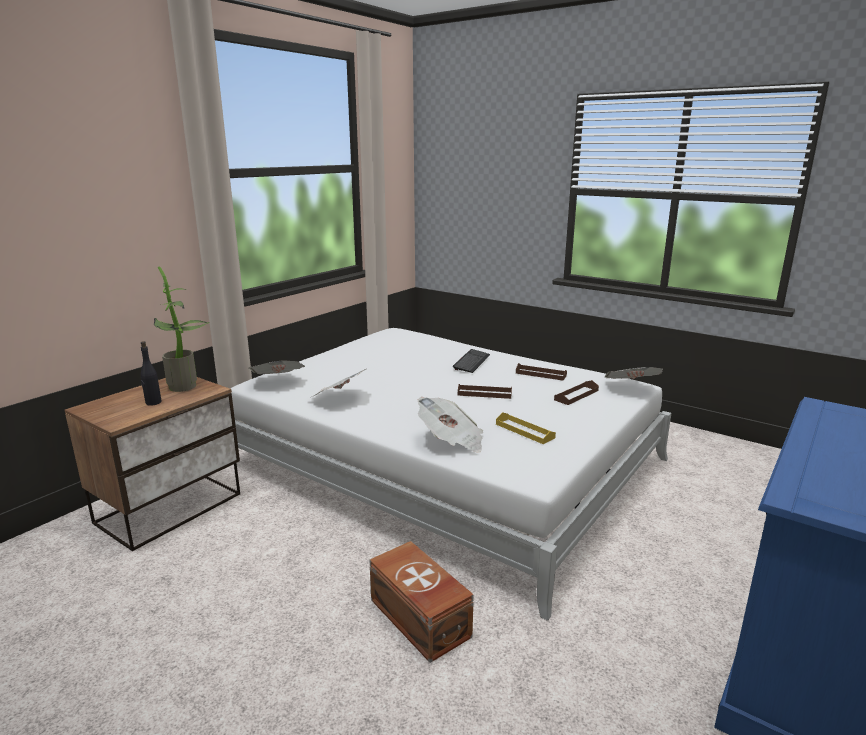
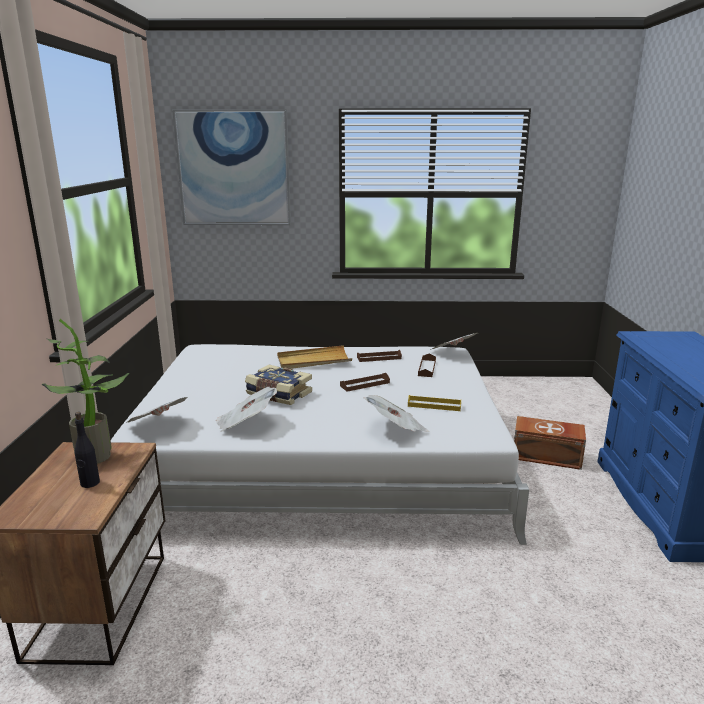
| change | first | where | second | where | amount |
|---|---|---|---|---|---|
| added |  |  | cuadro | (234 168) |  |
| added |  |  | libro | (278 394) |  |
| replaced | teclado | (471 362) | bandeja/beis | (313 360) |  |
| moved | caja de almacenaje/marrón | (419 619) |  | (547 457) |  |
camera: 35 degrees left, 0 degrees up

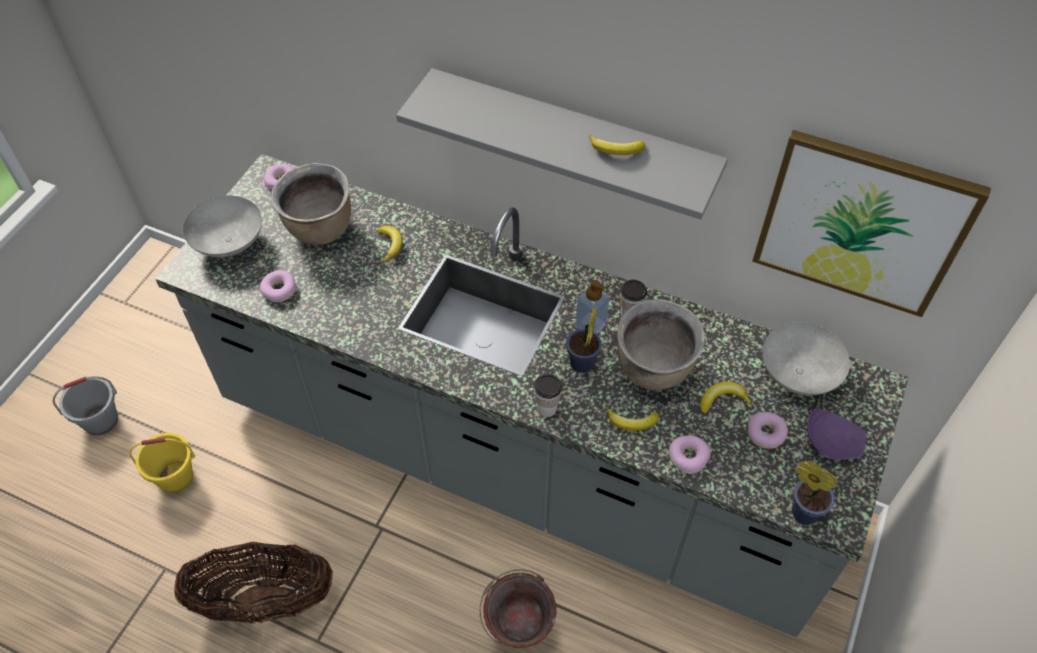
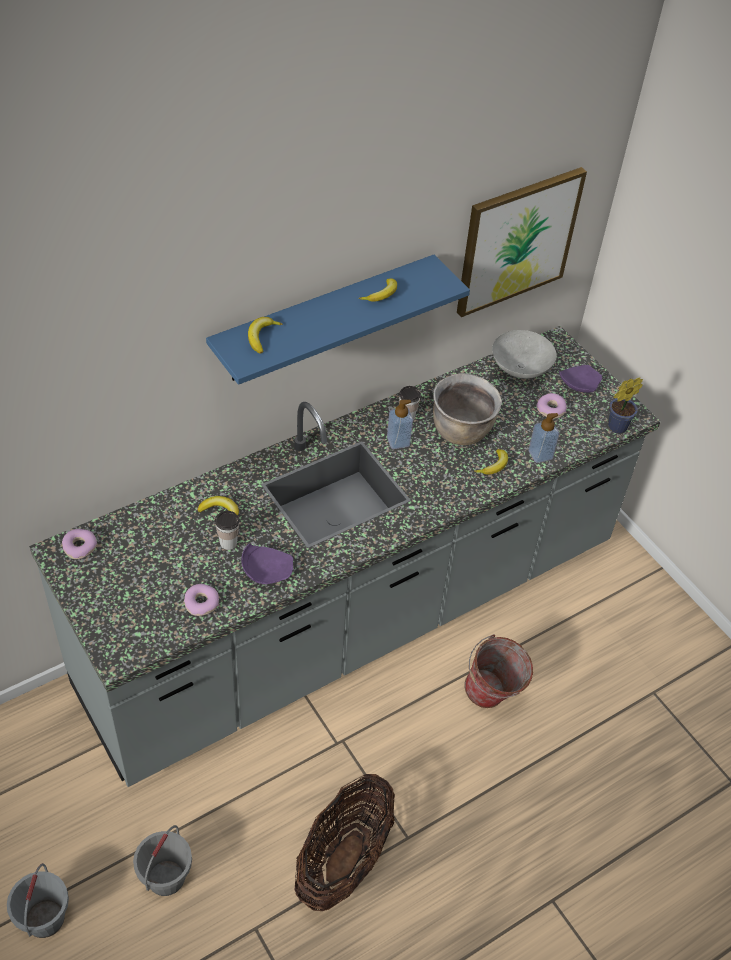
| change | first | where | second | where | amount |
|---|---|---|---|---|---|
| recoloured | cubo/amarillo | (176 477) | cubo/gris | (166 877) |  |
| recoloured | estante/gris | (572 141) | estante/azul | (324 319) |  |
| moved | taza | (547 408) |  | (228 543) |  |
| added |  |  | plato/morado | (266 570) |  |
| moved | plátano | (722 400) |  | (261 337) |  |
| replaced | rosquilla | (687 457) | dispensador de jabón | (540 455) |  |
| removed | cuenco/gris | (228 243) |  |  |  |
| removed | olla/marrón | (320 229) |  |  |  |
| removed | planta en maceta | (581 366) |  |  |  |
camera: 60 degrees left, 5 degrees down

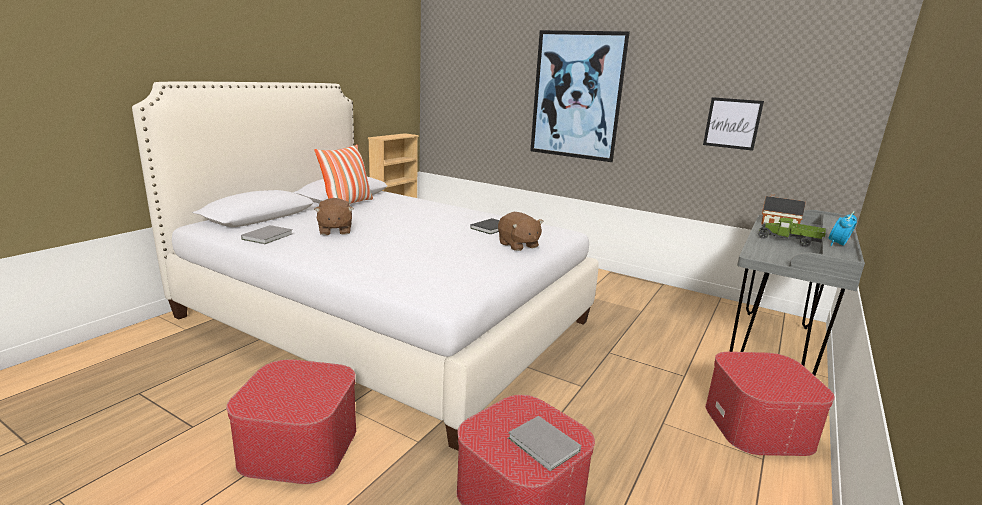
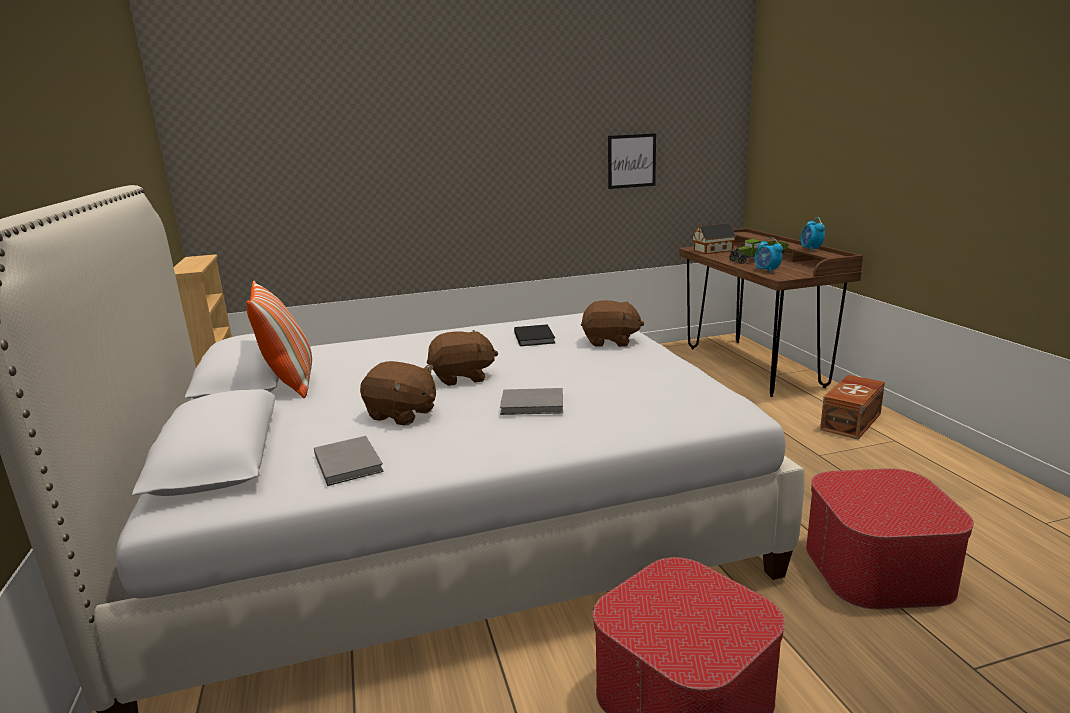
| change | first | where | second | where | amount |
|---|---|---|---|---|---|
| added |  |  | peluche/marrón | (462 377) |  |
| moved | libro/gris | (544 446) |  | (534 405) |  |
| recoloured | escritorio/gris | (772 349) | escritorio/marrón | (753 366) |  |
| added |  |  | despertador | (767 271) |  |
| replaced | puf | (758 425) | caja de almacenaje/marrón | (852 421) |  |
| removed | cuadro | (576 96) |  |  |  |
camera: 45 degrees left, 0 degrees up

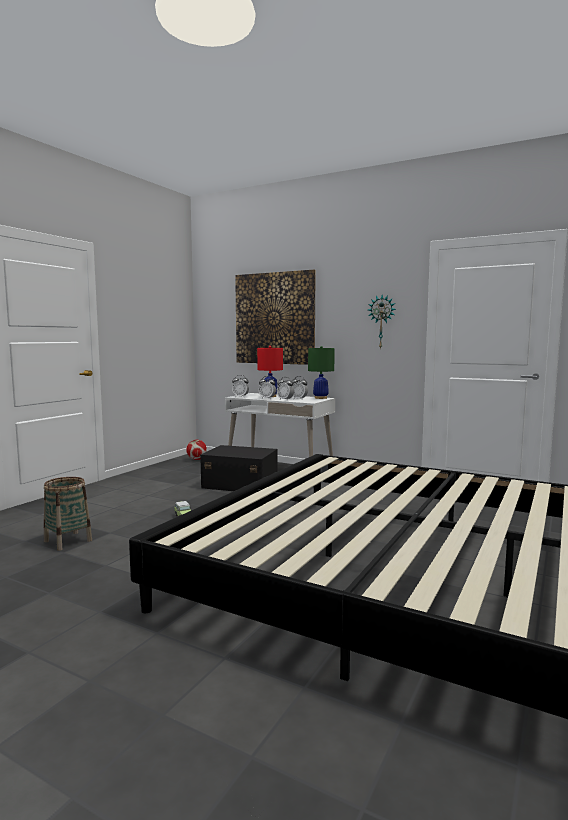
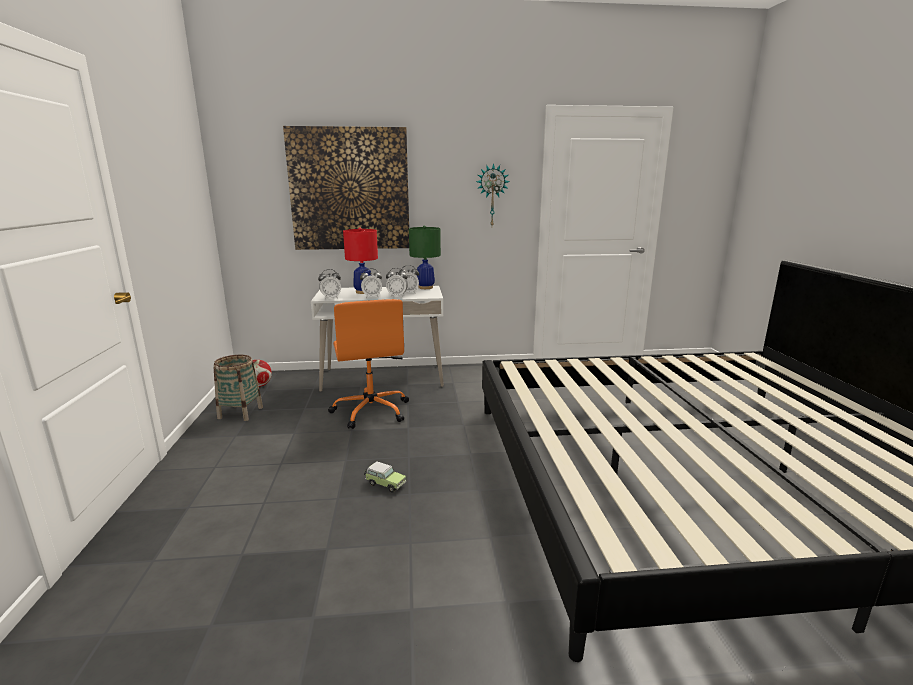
| change | first | where | second | where | amount |
|---|---|---|---|---|---|
| moved | cesta | (68 541) |  | (240 413) |  |
| replaced | caja de almacenaje/negro | (239 484) | silla de oficina/naranja | (371 411) |  |
camera: 35 degrees left, 10 degrees up

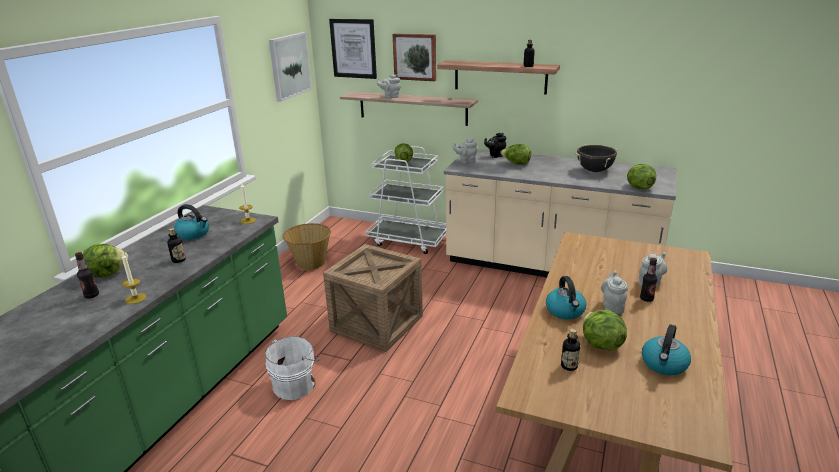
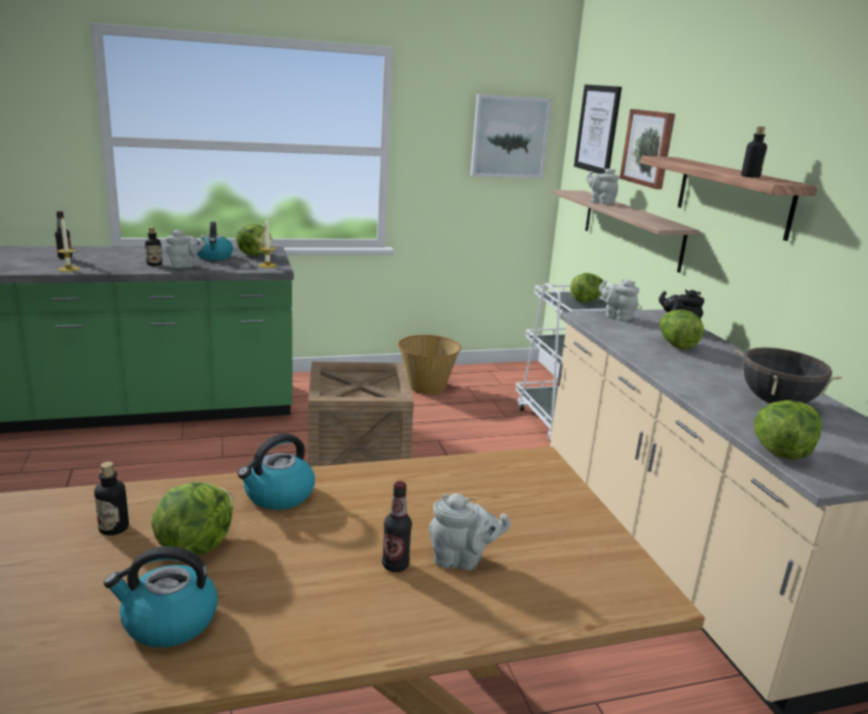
| change | first | where | second | where | amount |
|---|---|---|---|---|---|
| moved | tetera/gris | (612 306) |  | (185 266) |  |
| moved | lechuga | (107 273) |  | (255 254) |  |
| removed | cubo/blanco | (296 384) |  |  |  |
camera: 50 degrees right, 5 degrees down

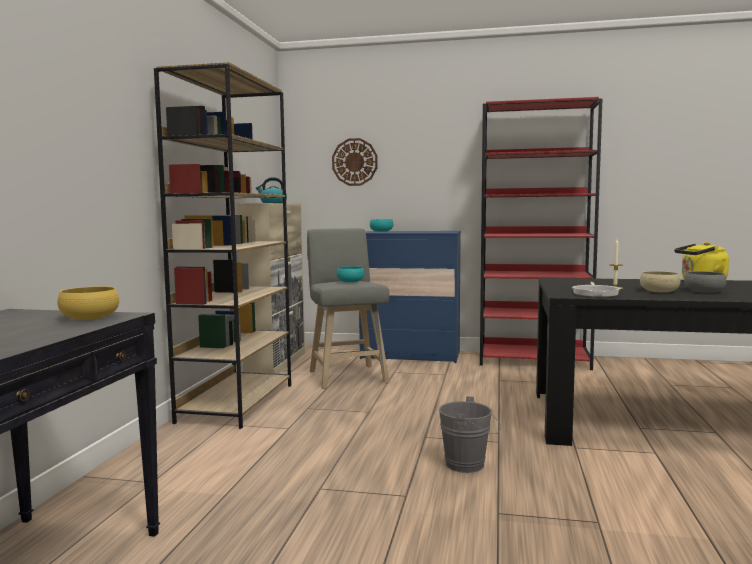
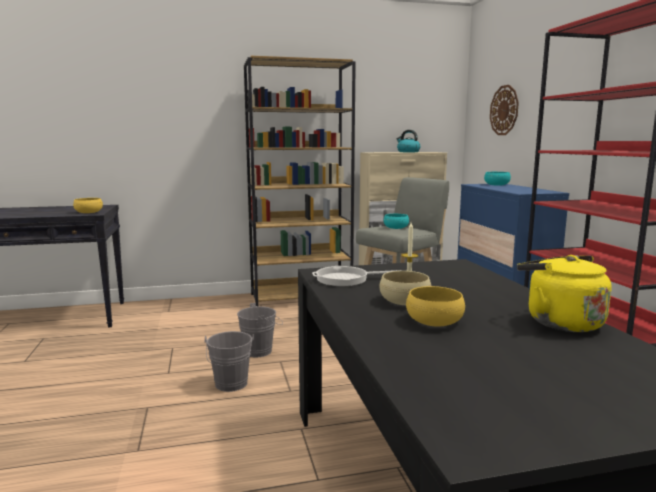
| change | first | where | second | where | amount |
|---|---|---|---|---|---|
| added |  |  | cubo/gris | (261 351) |  |
| recoloured | cuenco/gris | (704 291) | cuenco/amarillo | (434 321) |  |
camera: 65 degrees right, 5 degrees up

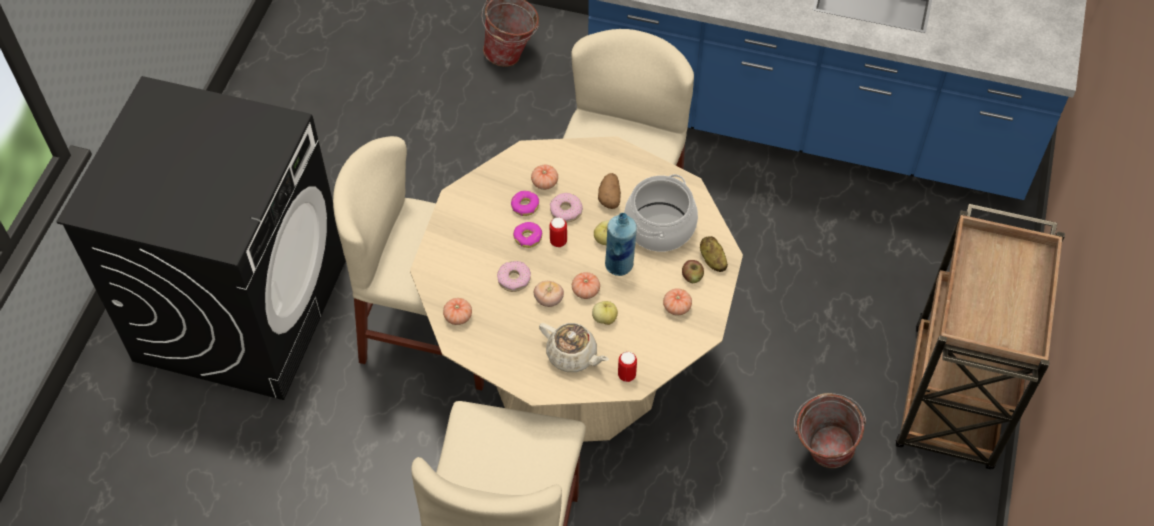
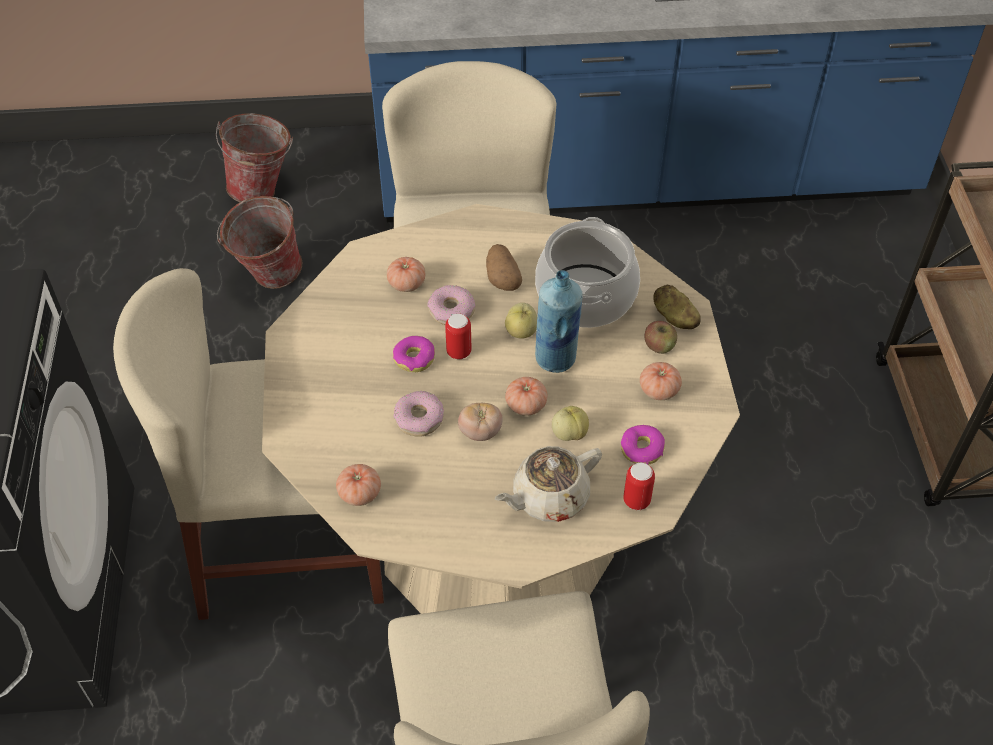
| change | first | where | second | where | amount |
|---|---|---|---|---|---|
| moved | cubo | (820 453) |  | (267 278) |  |
| turned | tetera/beis | (573 355) |  | (548 497) | 135 degrees clockwise |
| moved | rosquilla | (525 206) |  | (641 449) |  |
camera: 20 degrees left, 5 degrees down

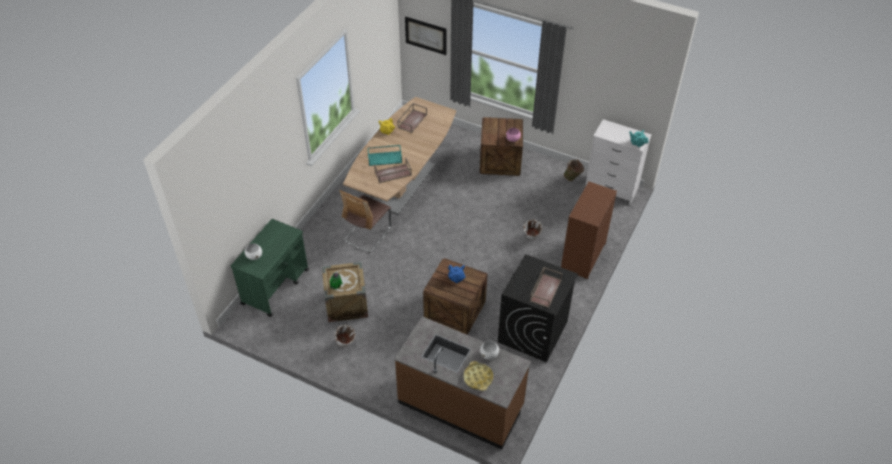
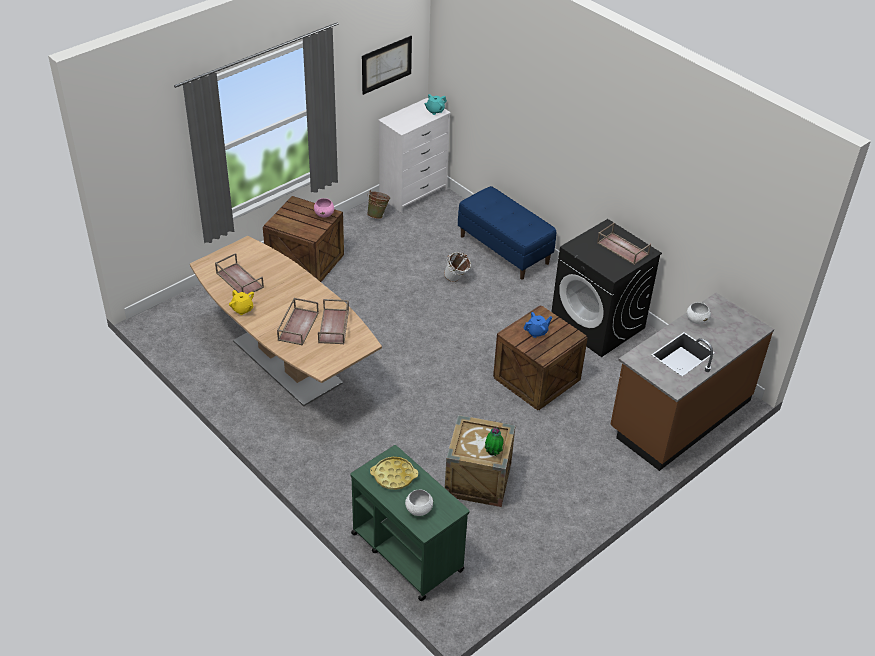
| change | first | where | second | where | amount |
|---|---|---|---|---|---|
| recoloured | bandeja/turquesa | (385 158) | bandeja/marrón | (298 325) |  |
| moved | cuadro | (425 35) |  | (386 64) |  |
| moved | bandeja/amarillo | (478 378) |  | (394 476) |  |
| replaced | cómoda/marrón | (582 256) | banco/azul | (504 249) |  |
| removed | cubo/blanco | (345 345) |  |  |  |
| removed | silla | (367 234) |  |  |  |
camera: 70 degrees left, 5 degrees down

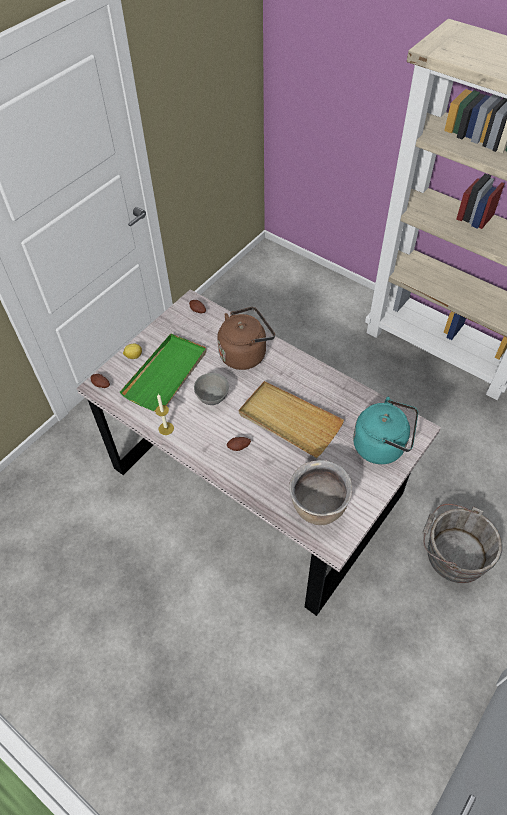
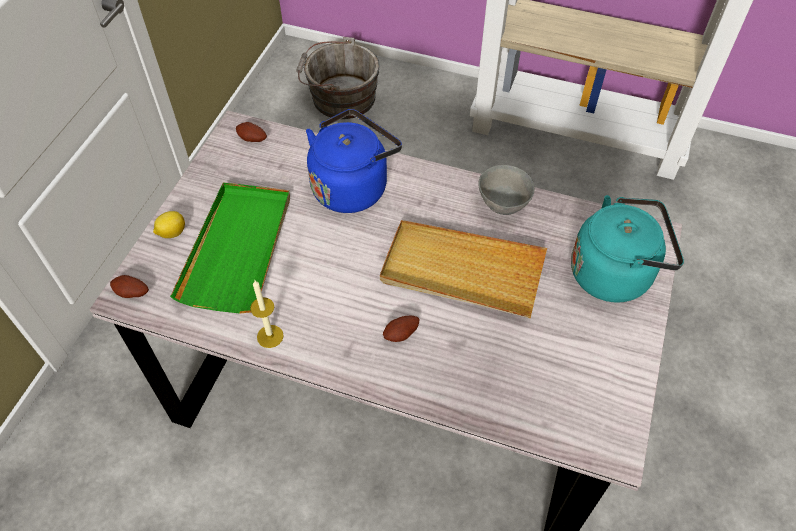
| change | first | where | second | where | amount |
|---|---|---|---|---|---|
| moved | cubo/gris | (453 553) |  | (339 97) |  |
| recoloured | hervidor/marrón | (245 353) | hervidor/azul | (352 186) |  |
| moved | cuenco/gris | (213 399) |  | (503 206) |  |
| removed | olla/marrón | (318 508) |  |  |  |
camera: 20 degrees left, 0 degrees up

